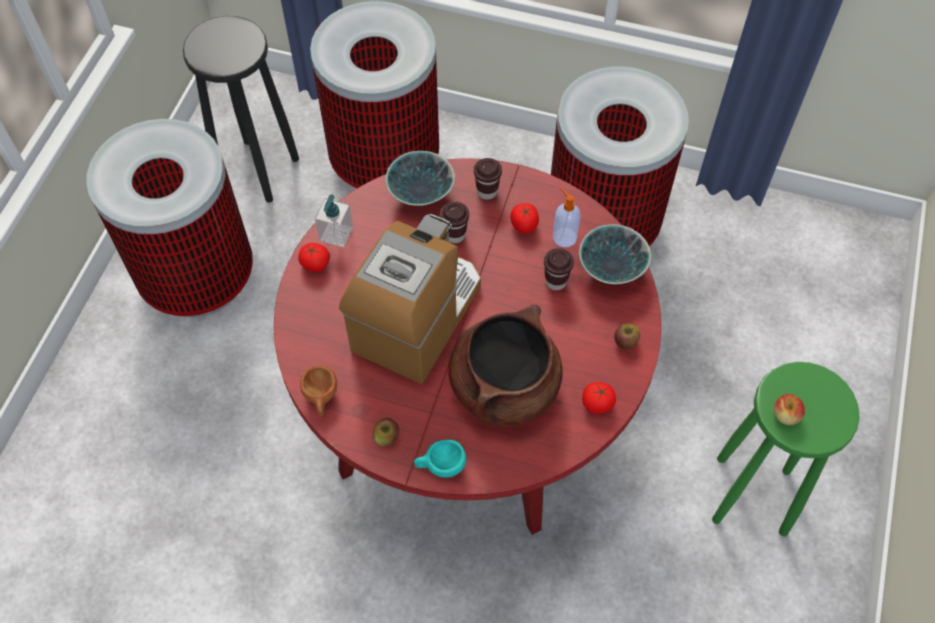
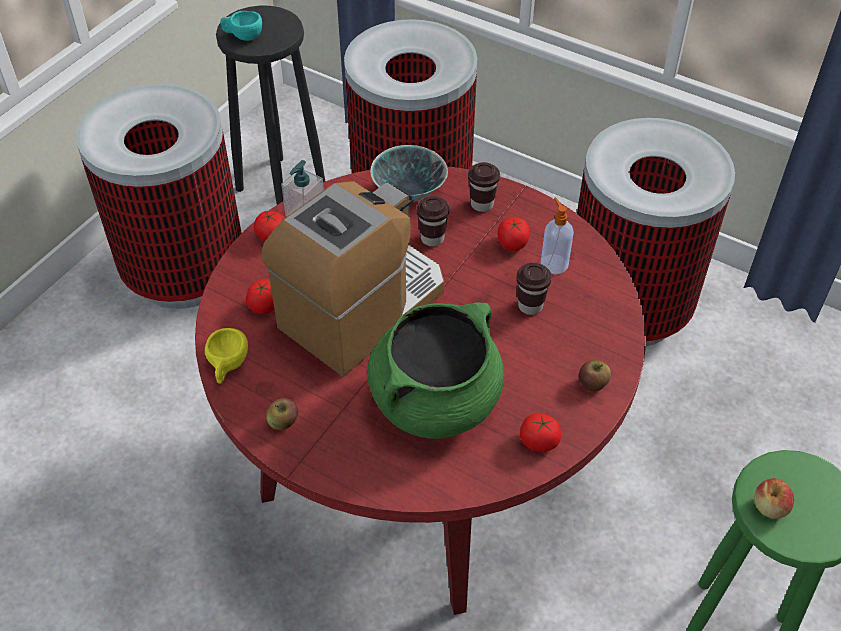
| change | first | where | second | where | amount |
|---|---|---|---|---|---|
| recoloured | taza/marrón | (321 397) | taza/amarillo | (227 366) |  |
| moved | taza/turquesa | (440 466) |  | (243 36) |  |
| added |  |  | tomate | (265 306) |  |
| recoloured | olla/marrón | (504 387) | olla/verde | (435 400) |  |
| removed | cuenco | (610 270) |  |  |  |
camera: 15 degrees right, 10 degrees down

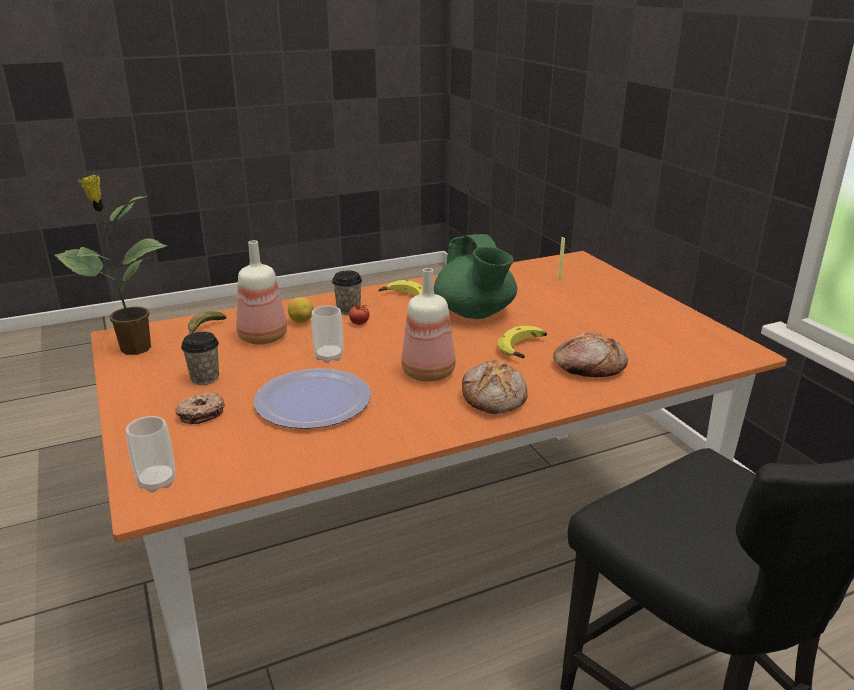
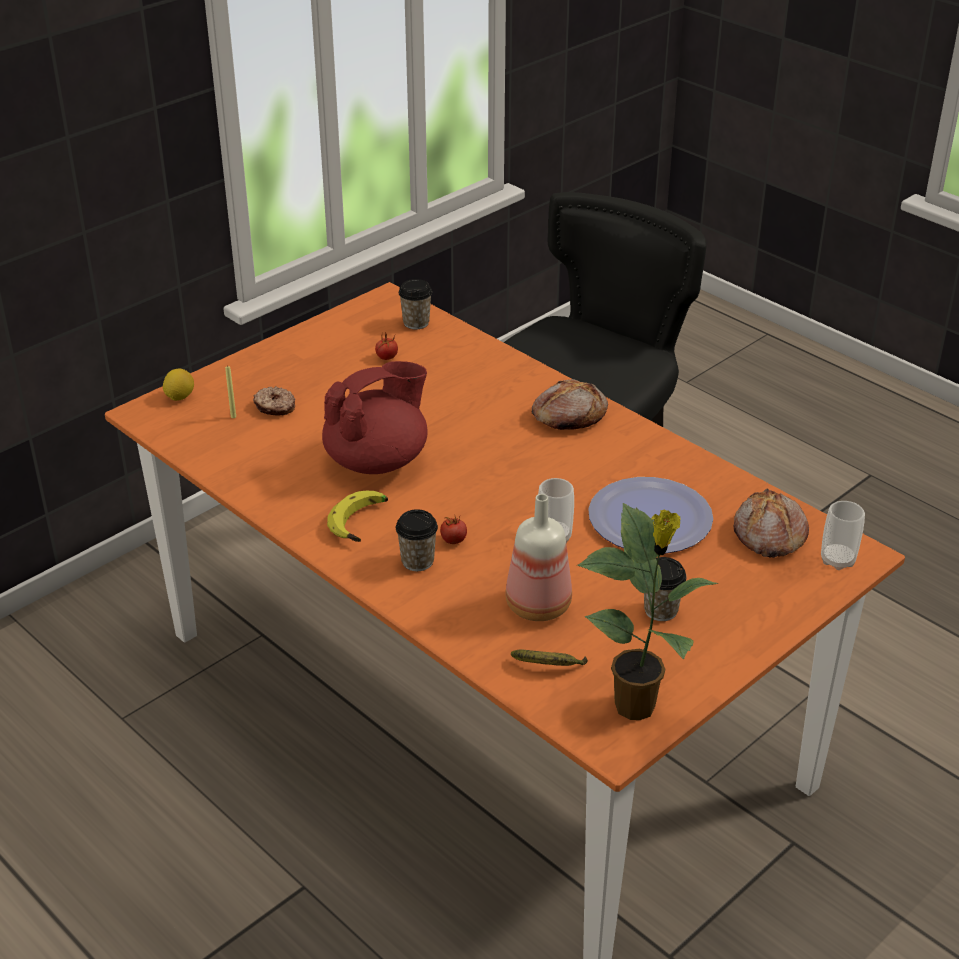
| change | first | where | second | where | amount |
|---|---|---|---|---|---|
| moved | limón | (301 321) |  | (179 397) |  |
| moved | rosquilla | (201 414) |  | (275 407) |  |
| recoloured | tetera/verde | (475 313) | tetera/rojo | (378 460) |  |
| added |  |  | tomate | (386 358) |  |
| added |  |  | taza | (416 323) |  |
| moved | pan | (588 367) |  | (768 535) |  |
| removed | botella | (429 372) |  |  |  |
| removed | plátano | (525 349) |  |  |  |
camera: 110 degrees left, 10 degrees up

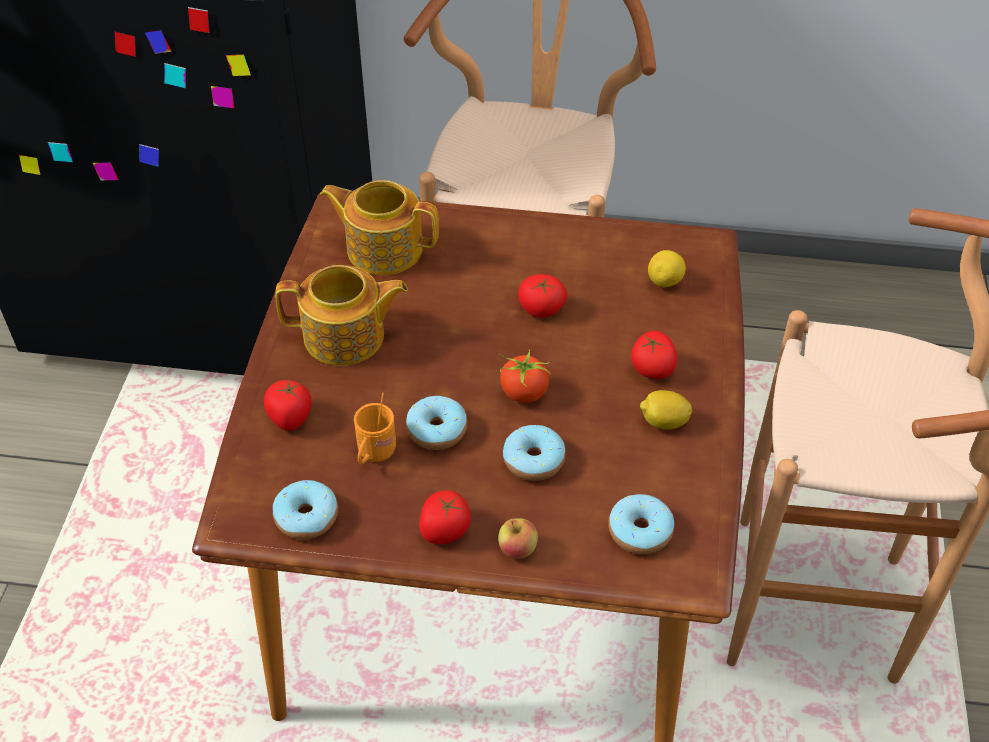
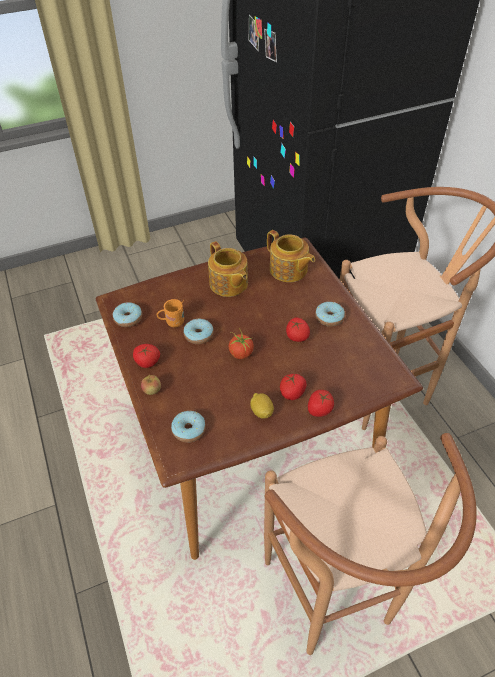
| change | first | where | second | where | amount |
|---|---|---|---|---|---|
| turned | tetera | (383 248) |  | (288 270) | 150 degrees clockwise |
| moved | tomate | (290 418) |  | (319 410) |  |
| moved | rosquilla | (533 460) |  | (329 318) |  |
| removed | limón | (665 282) |  |  |  |
camera: 60 degrees right, 0 degrees up

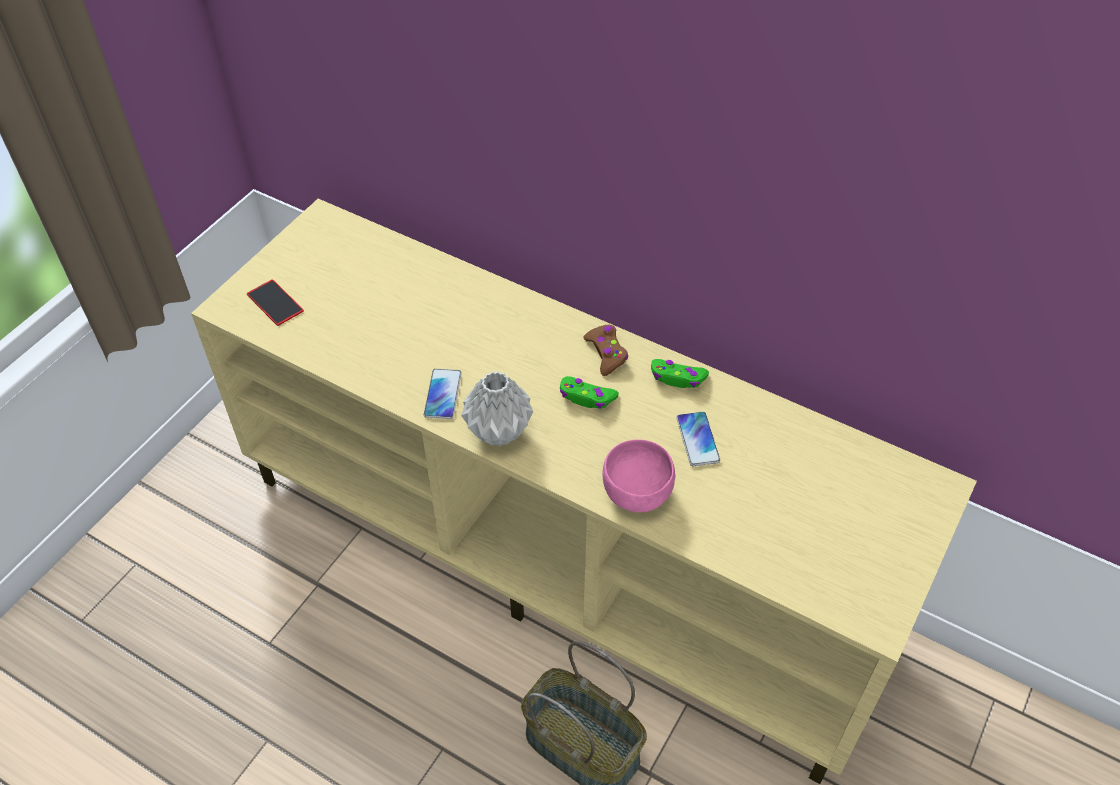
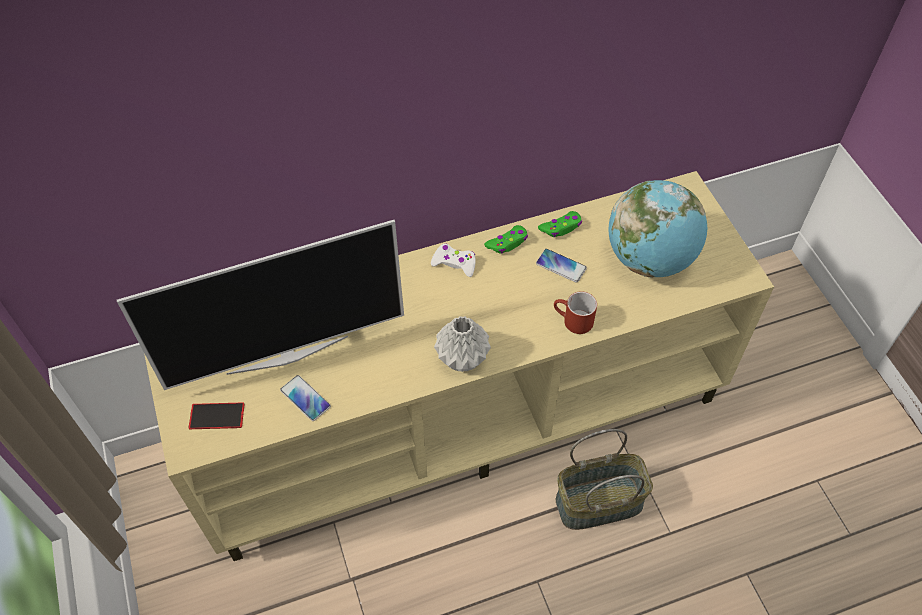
| change | first | where | second | where | amount |
|---|---|---|---|---|---|
| added |  |  | televisor | (287 353) |  |
| moved | móvil | (442 394) |  | (305 398) |  |
| recoloured | mando de consola/marrón | (606 353) | mando de consola/blanco | (454 263) |  |
| moved | mando de consola/verde | (587 397) |  | (561 227) |  |
| replaced | cuenco/rosa | (637 493) | taza grande/rojo | (572 321) |  |
| added |  |  | globo terráqueo | (650 259) |  |
camera: 50 degrees left, 5 degrees up

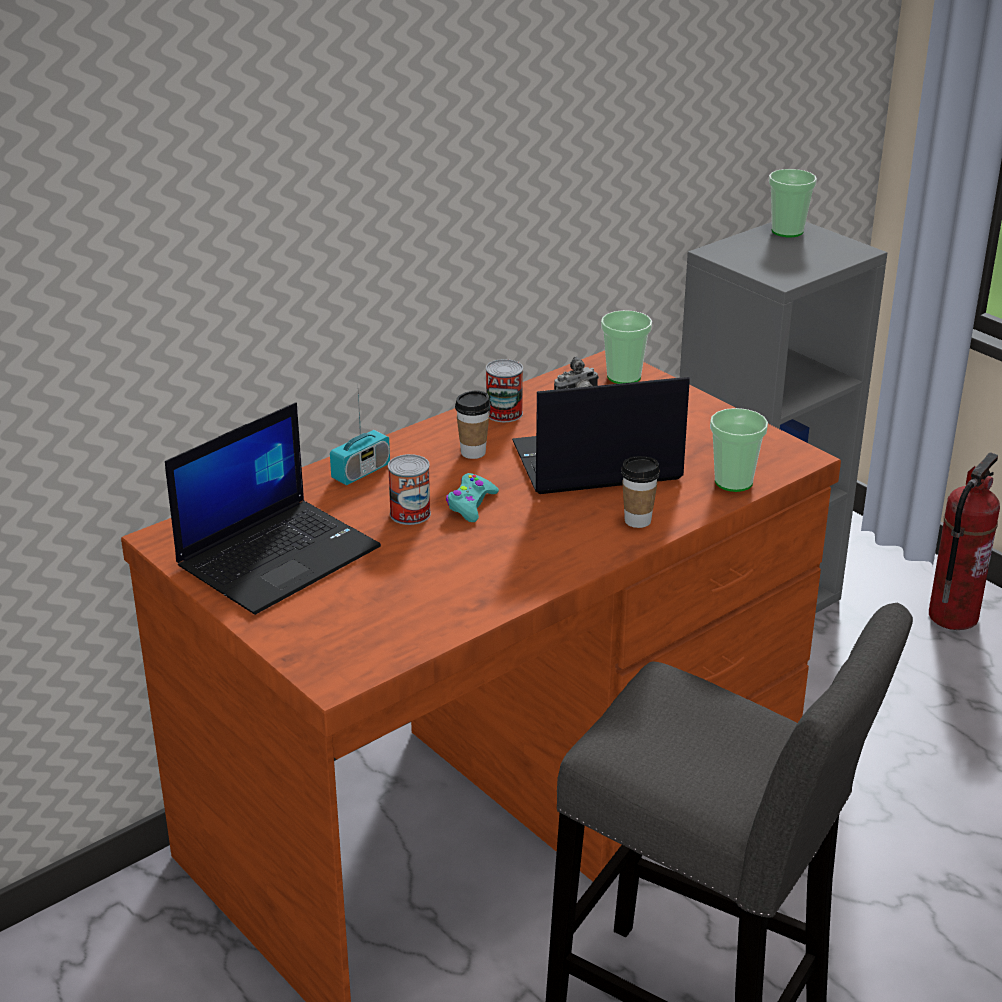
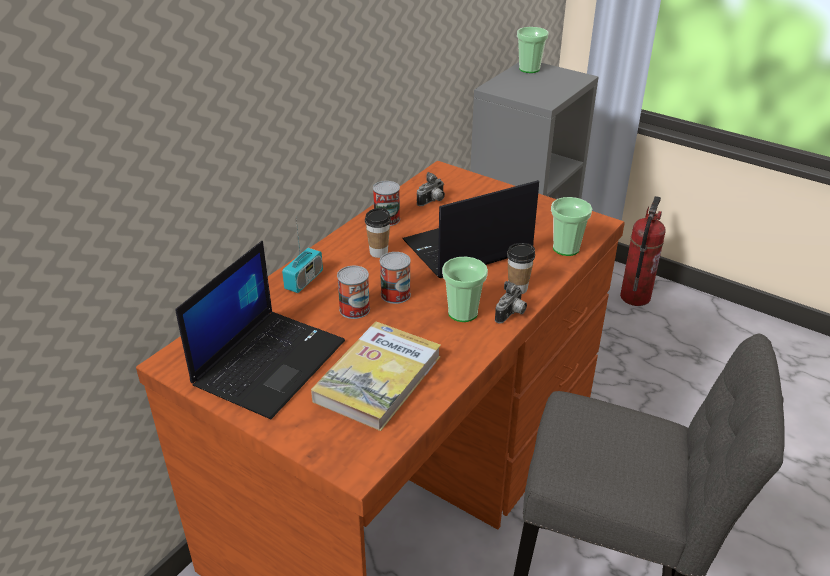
| change | first | where | second | where | amount |
|---|---|---|---|---|---|
| added |  |  | libro | (378 378) |  |
| replaced | mando de consola/turquesa | (471 504) | lata | (395 294) |  |
| moved | taza | (624 377) |  | (462 313) |  |
| added |  |  | cámara | (511 314) |  |
camera: 15 degrees left, 5 degrees up

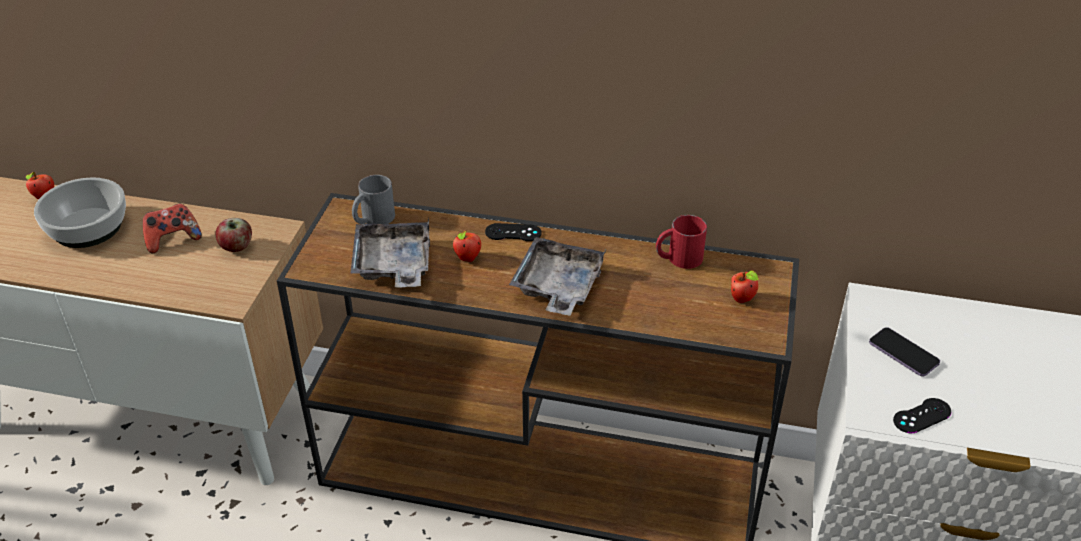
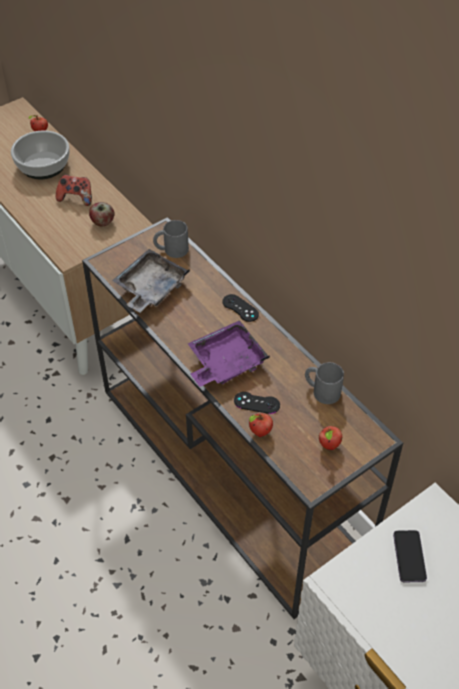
| change | first | where | second | where | amount |
|---|---|---|---|---|---|
| recoloured | bandeja/gris | (557 287) | bandeja/morado | (225 362) |  |
| moved | mando de consola/negro | (922 416) |  | (256 403) |  |
| moved | manzana | (468 259) |  | (260 432) |  |
| recoloured | taza grande/rojo | (678 258) | taza grande/gris | (321 390) |  |
camera: 40 degrees right, 10 degrees up

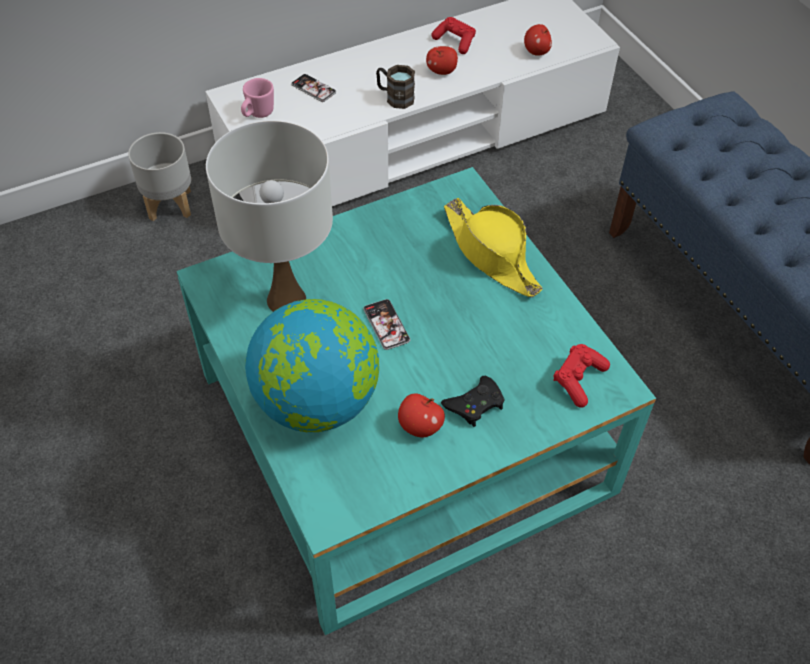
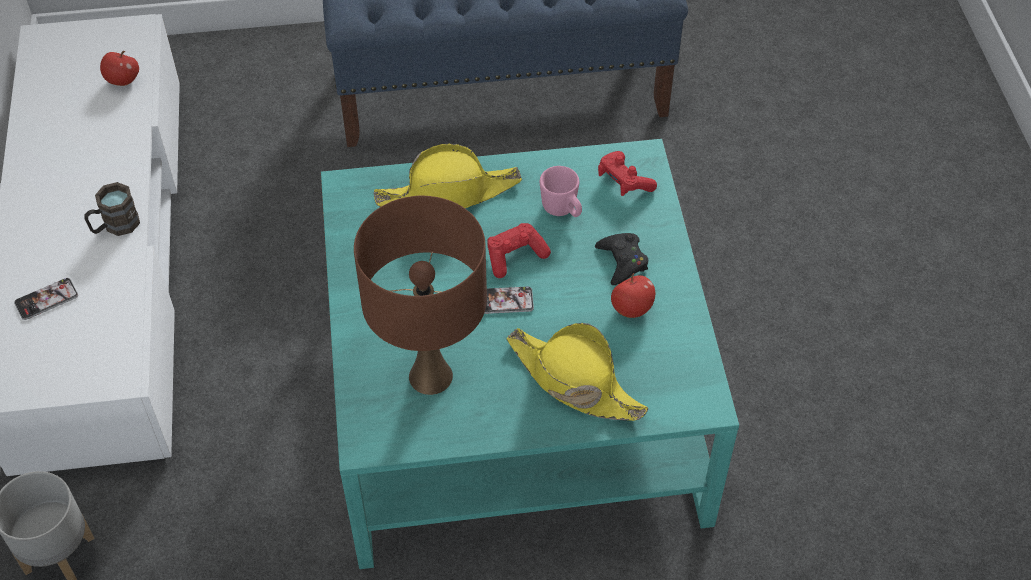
| change | first | where | second | where | amount |
|---|---|---|---|---|---|
| recoloured | lámpara de mesa/blanco | (287 300) | lámpara de mesa/marrón | (431 376) |  |
| moved | mando de consola/rojo | (455 41) |  | (515 256) |  |
| replaced | globo terráqueo | (317 402) | sombrero/amarillo | (574 381) |  |
| moved | taza grande/rosa | (257 114) |  | (562 210) |  |
| removed | manzana | (441 71) |  |  |  |
camera: 70 degrees left, 0 degrees up

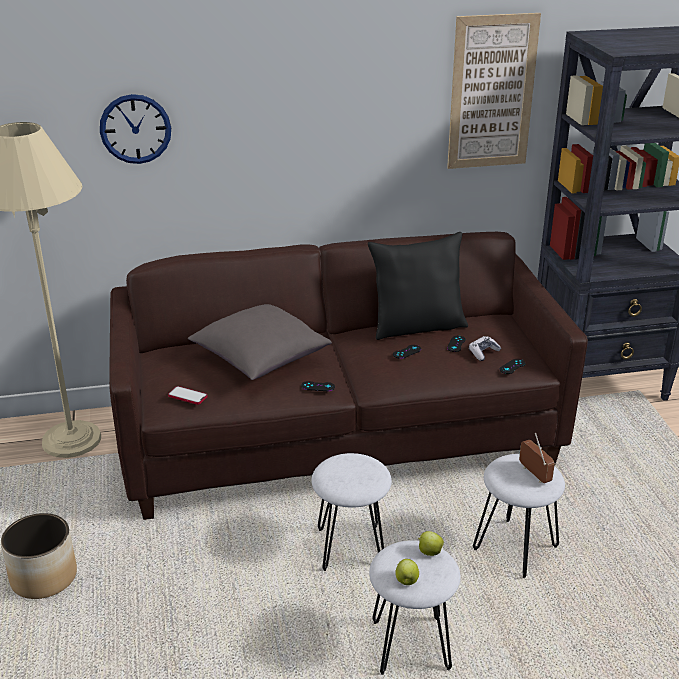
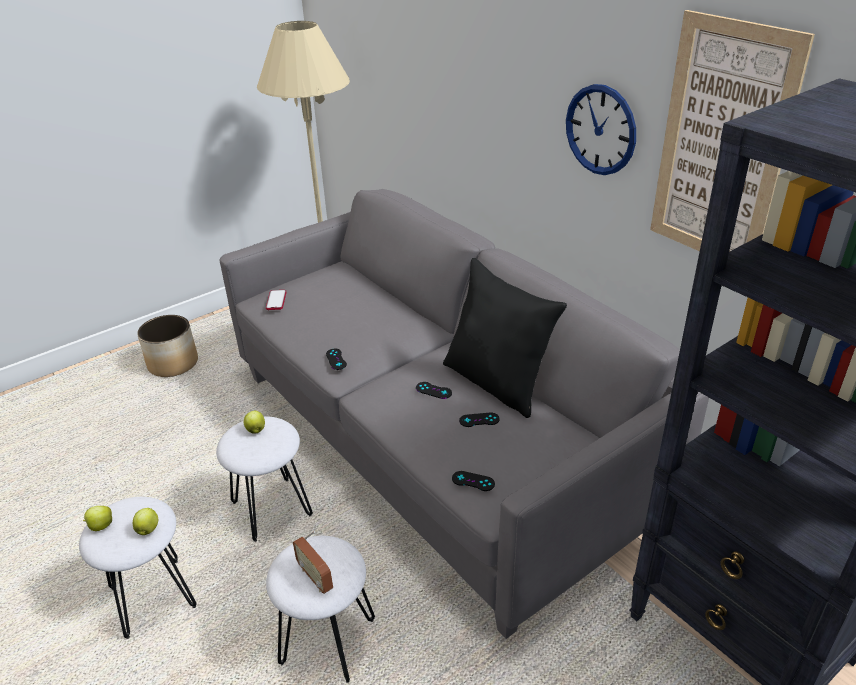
| change | first | where | second | where | amount |
|---|---|---|---|---|---|
| recoloured | sofá/marrón | (339 438) | sofá/gris | (433 443) |  |
| added |  |  | manzana | (256 429) |  |
| turned | radio | (534 474) |  | (315 577) | 105 degrees clockwise |
| moved | reloj de pared | (135 129) |  | (600 130) |  |
| removed | cojín/gris | (260 359) |  |  |  |
| removed | mando de consola | (483 352) |  |  |  |
camera: 65 degrees right, 5 degrees up

